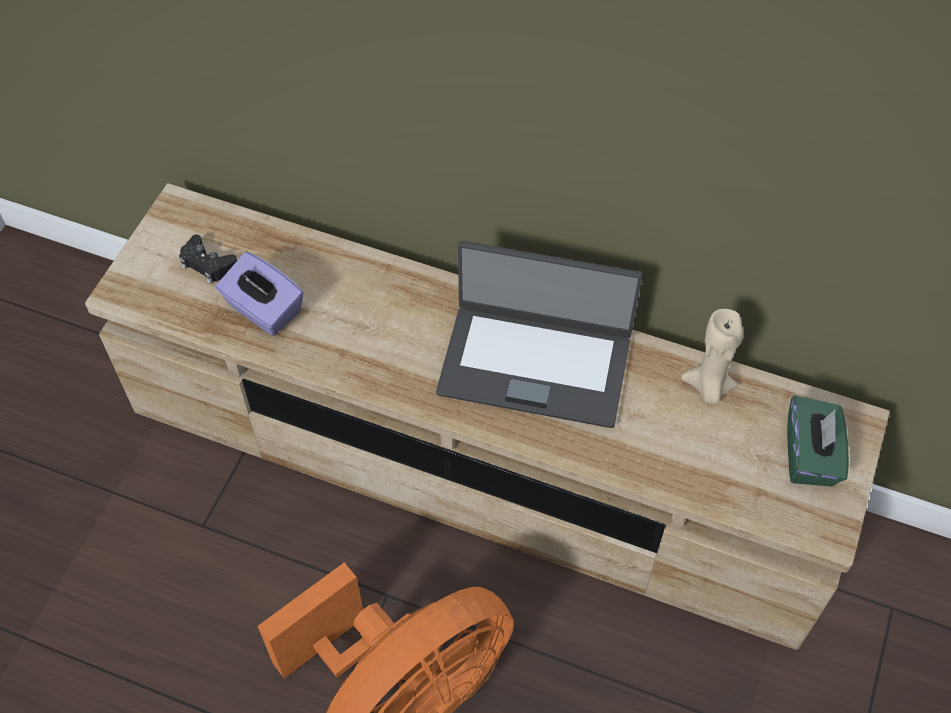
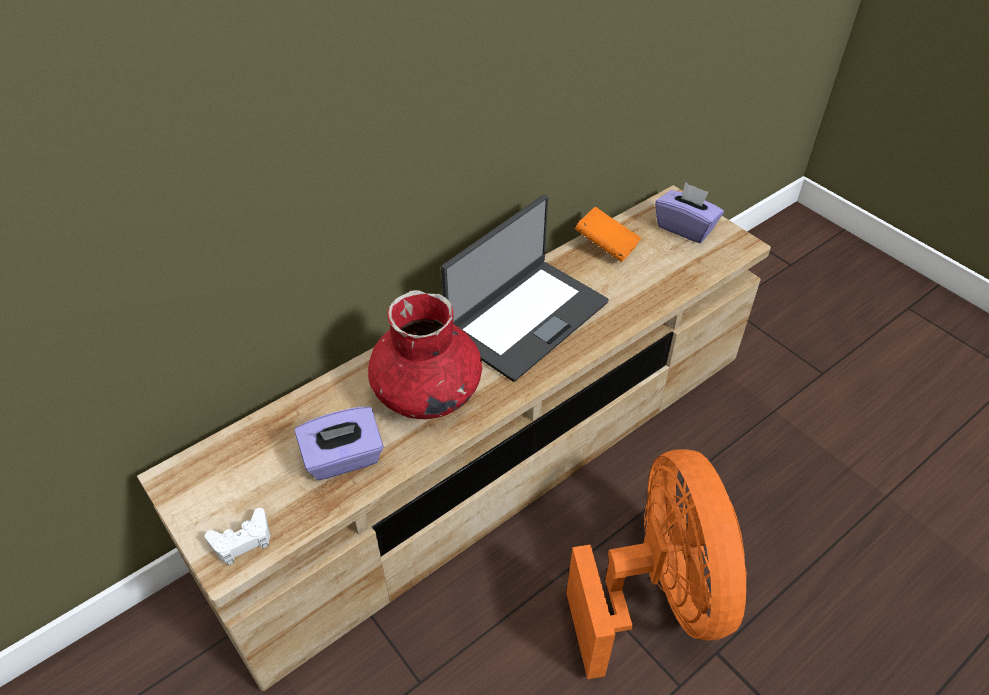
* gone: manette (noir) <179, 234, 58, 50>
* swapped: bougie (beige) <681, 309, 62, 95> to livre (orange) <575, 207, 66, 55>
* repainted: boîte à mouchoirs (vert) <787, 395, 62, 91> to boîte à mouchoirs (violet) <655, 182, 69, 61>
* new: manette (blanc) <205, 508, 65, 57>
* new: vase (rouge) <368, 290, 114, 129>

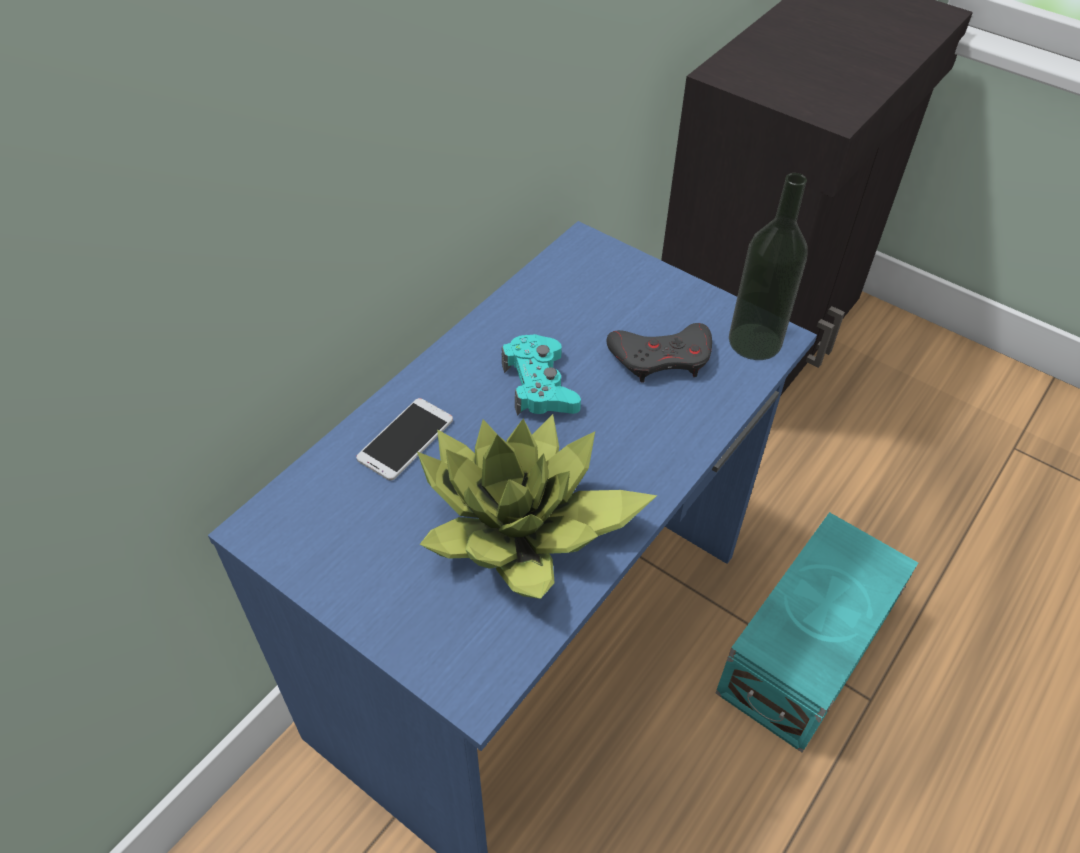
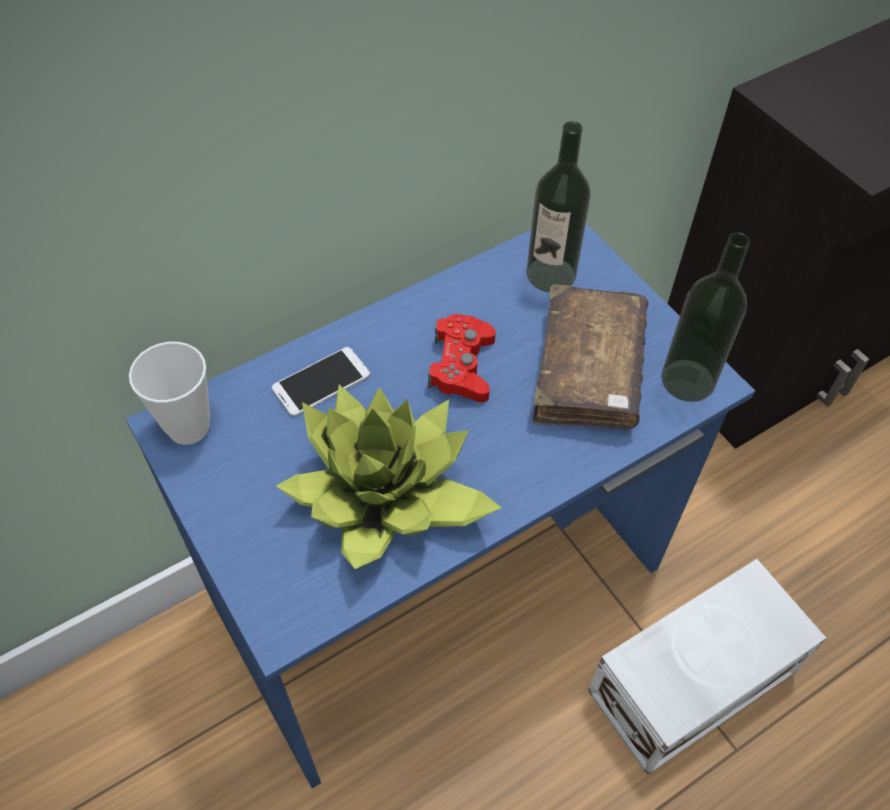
* repainted: manette (turquoise) <502, 334, 79, 82> to manette (rouge) <428, 314, 68, 88>
* swapped: manette (gris) <607, 323, 105, 59> to livre (marron) <533, 285, 116, 145>
* repainted: boîte de rangement (turquoise) <716, 512, 202, 241> to boîte de rangement (blanc) <588, 559, 238, 216>
* new: tasse <129, 342, 81, 103>
* new: bouteille <526, 121, 65, 171>

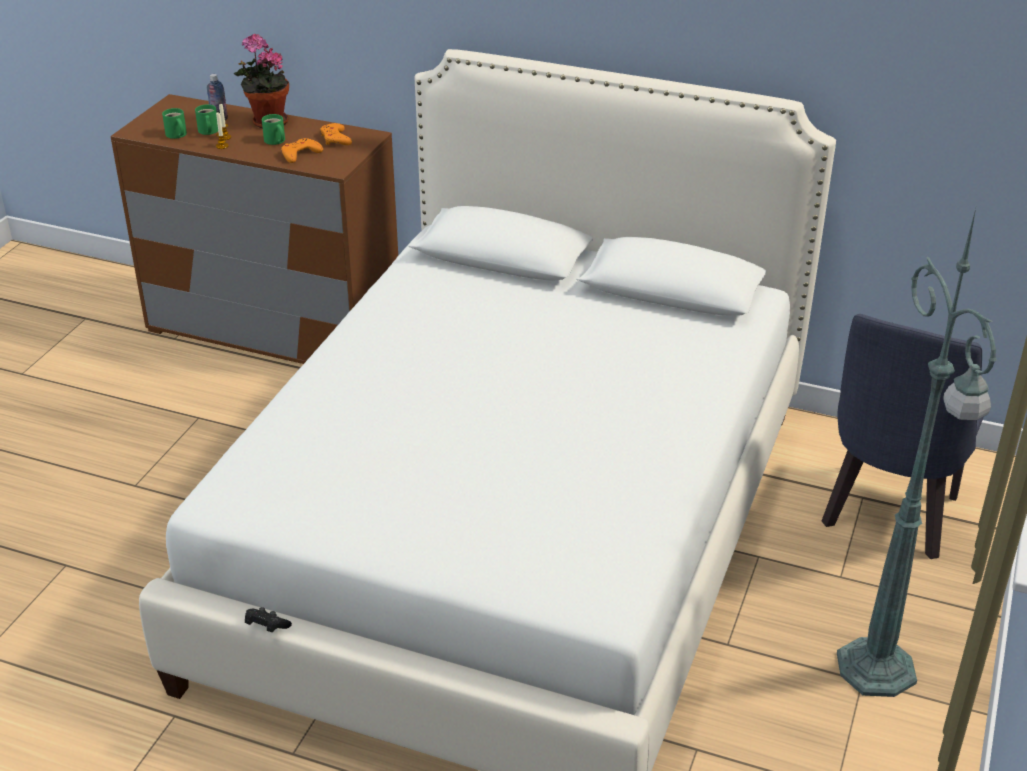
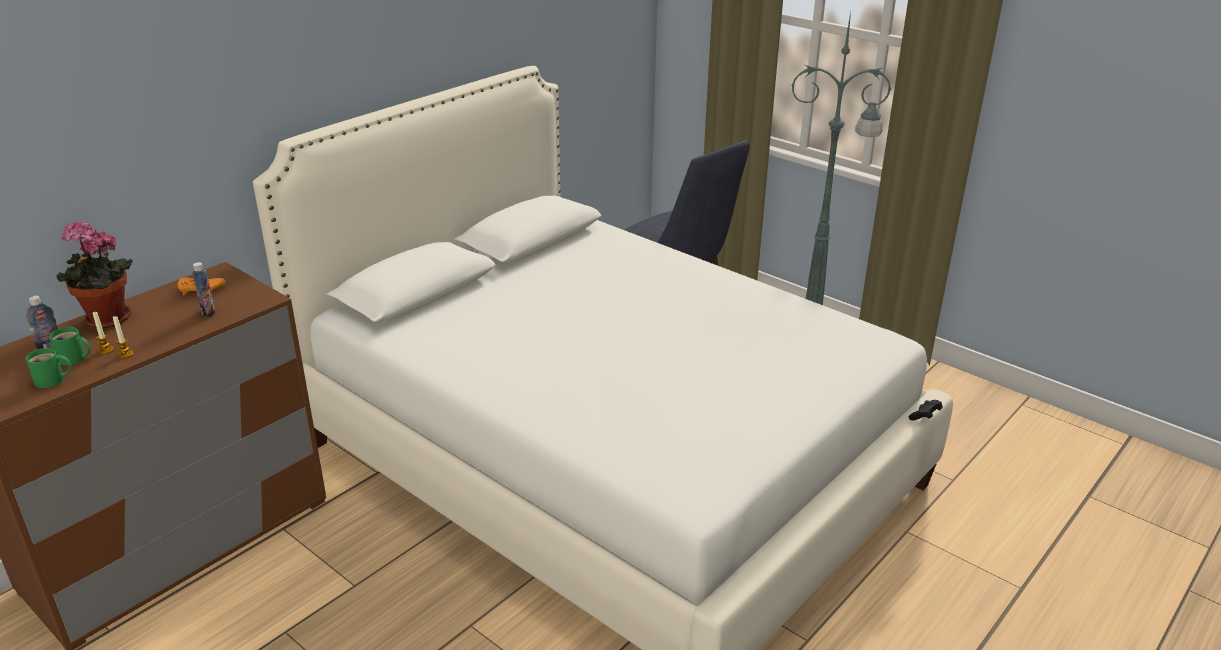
* shifted: manette (noir) <245, 607, 47, 25> to <909, 400, 34, 20>
* gone: mug (vert) <262, 114, 23, 31>
* swapped: manette (orange) <281, 138, 42, 25> to bouteille <193, 262, 22, 55>

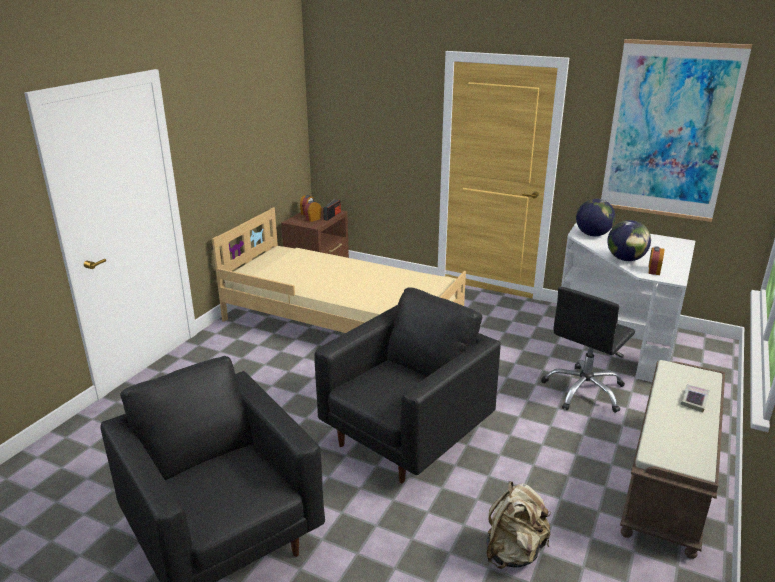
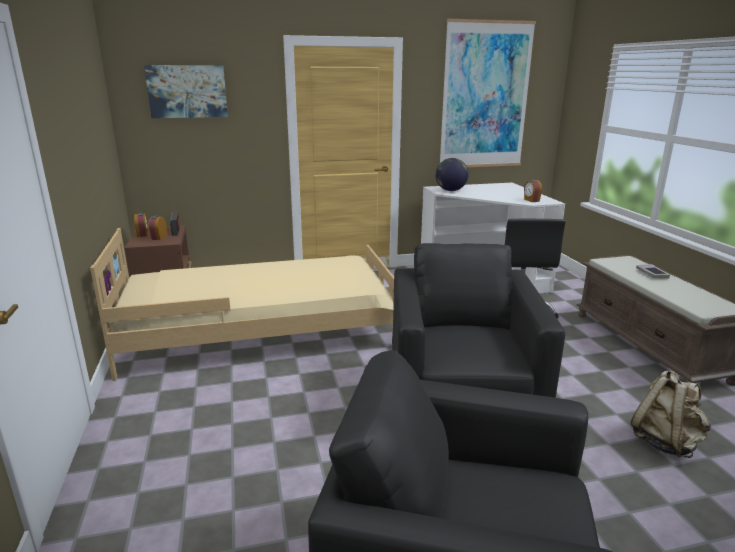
* gone: globe <607, 220, 44, 41>
* new: tableau <144, 65, 84, 53>

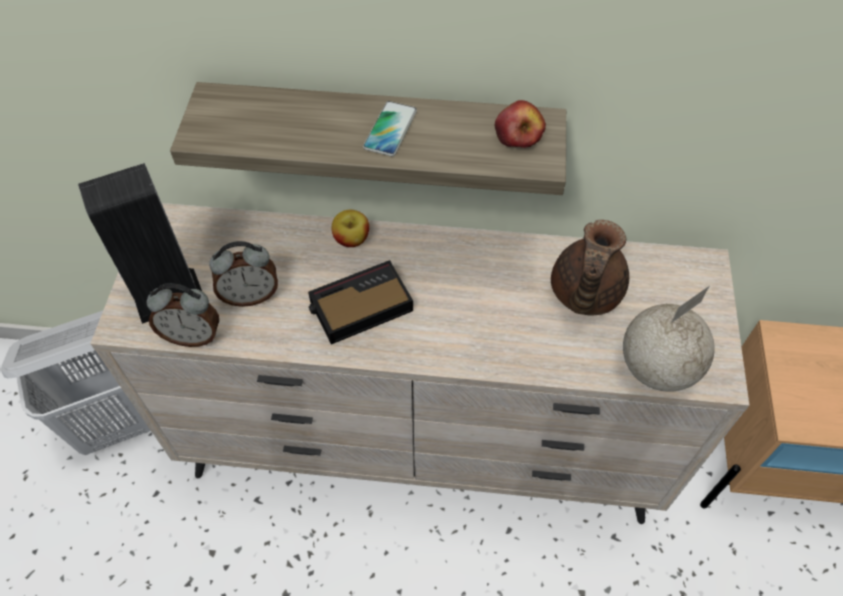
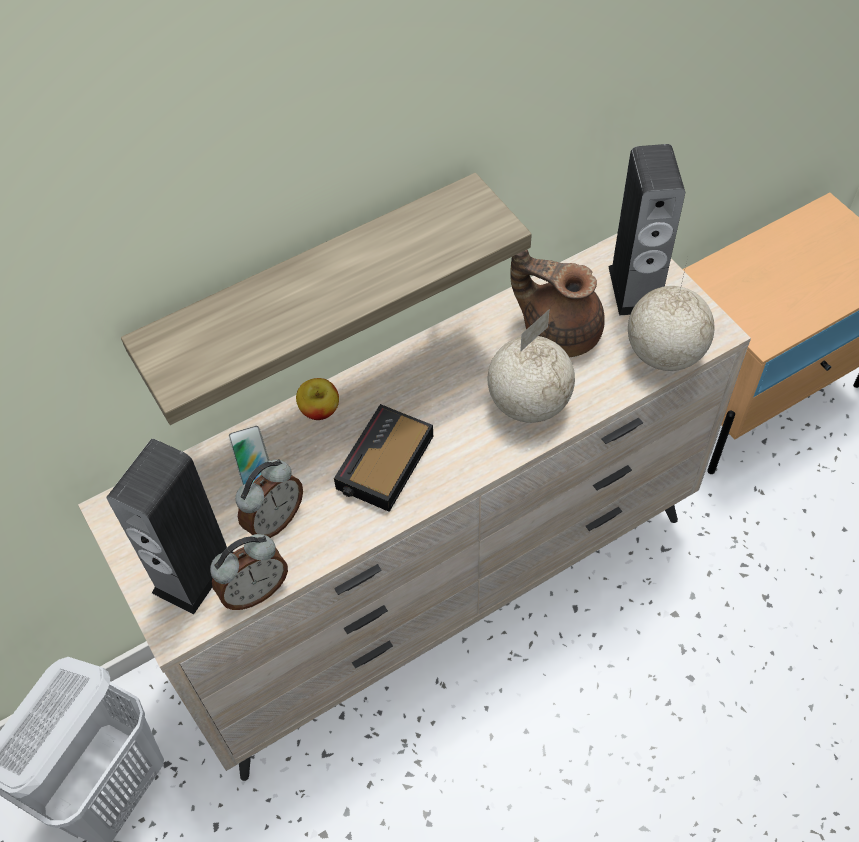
* shifted: téléphone <363, 101, 54, 55> to <229, 426, 40, 59>
* gone: pomme <495, 100, 51, 48>
* rotated: théière (marron) <551, 220, 78, 95> = <510, 250, 95, 107> 135 degrees clockwise
* new: globe <488, 310, 87, 113>
* new: enceinte <608, 144, 77, 172>

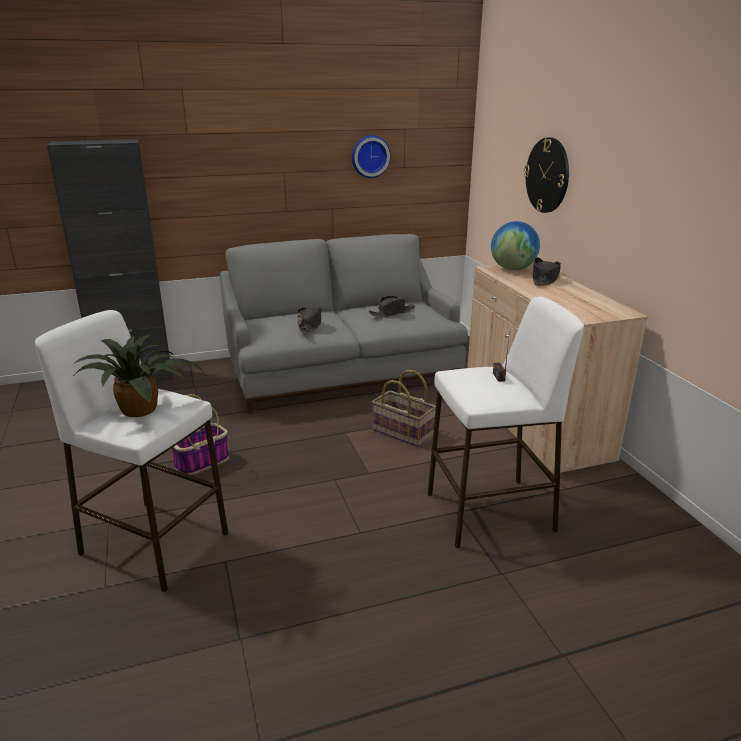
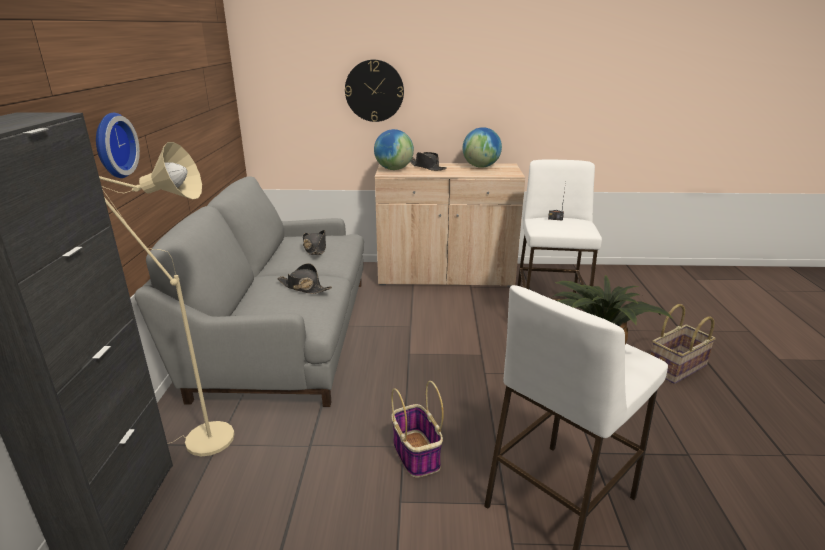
* shifted: horloge murale <352, 135, 39, 43> to <96, 113, 44, 65>
* shifted: panier <372, 370, 64, 77> to <651, 304, 65, 80>
* new: lampadaire (beige) <99, 142, 136, 315>
* new: globe <463, 127, 39, 41>

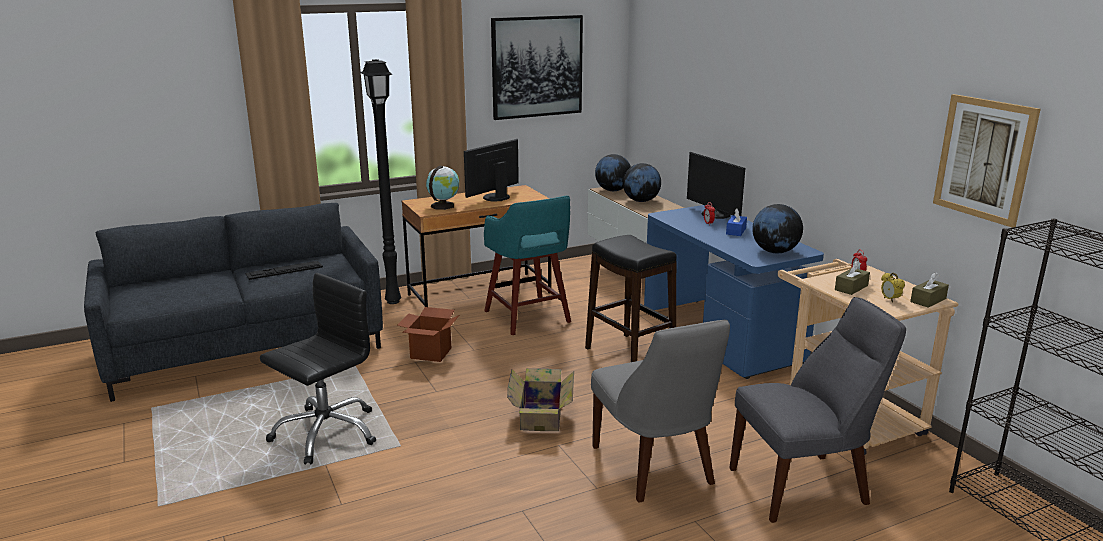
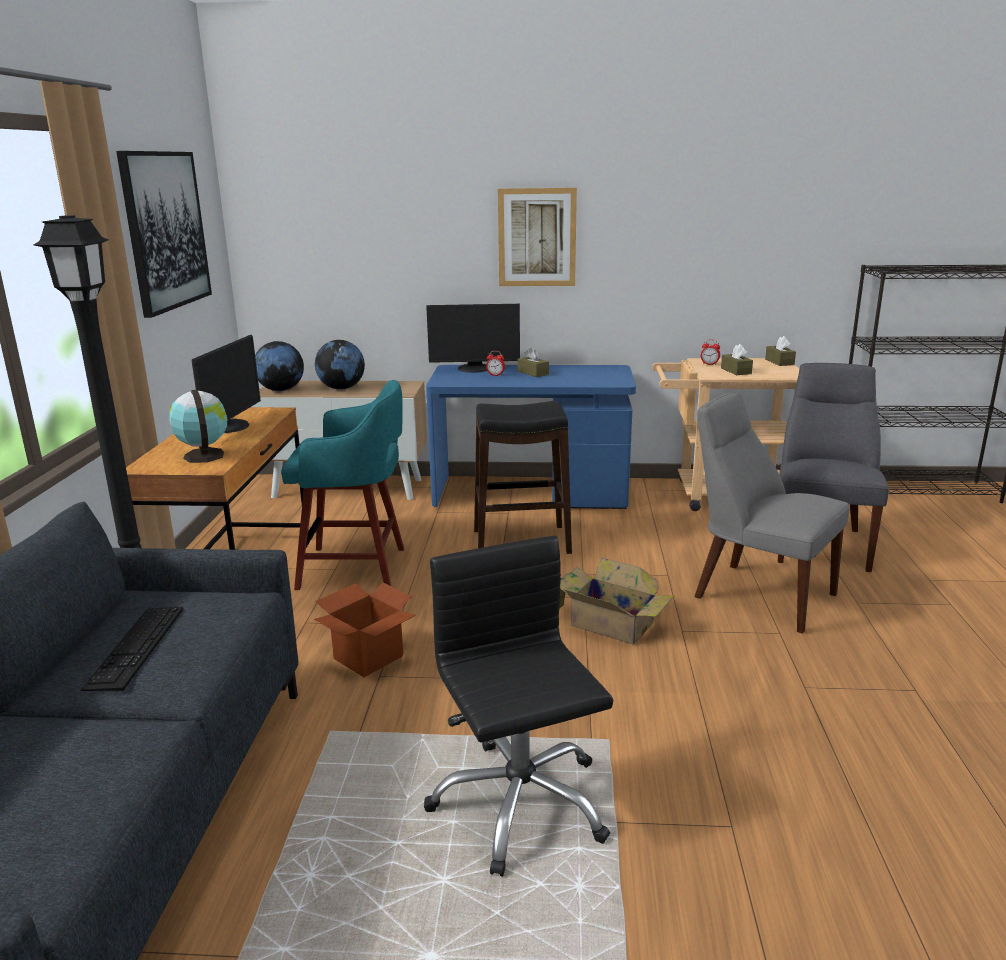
* rotated: écran d'ordinateur <464, 139, 55, 63> = <191, 335, 70, 98> 150 degrees counterclockwise
* rotated: chaise (gris) <591, 320, 139, 183> = <694, 392, 155, 242> 150 degrees counterclockwise
* repainted: boîte à mouchoirs (bleu) <726, 208, 21, 28> to boîte à mouchoirs (marron) <518, 347, 31, 30>
* gone: globe <752, 204, 51, 49>
* gone: réveil <881, 272, 24, 31>
* shifted: tableau <933, 94, 108, 134> to <498, 188, 79, 98>

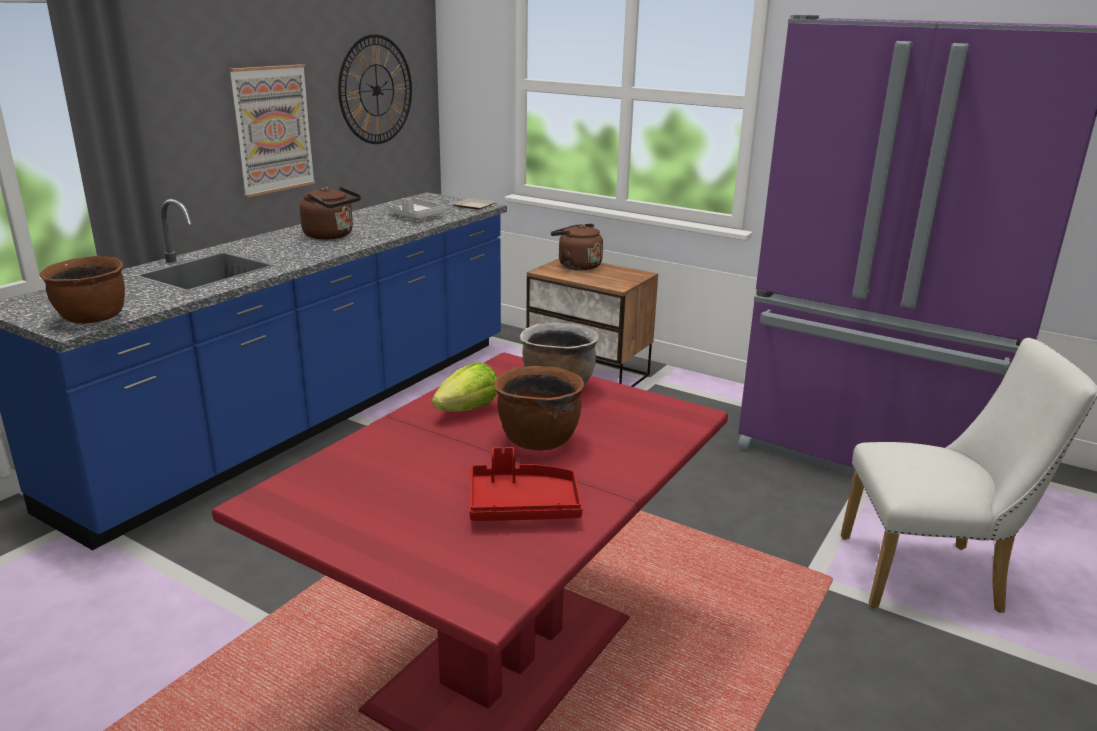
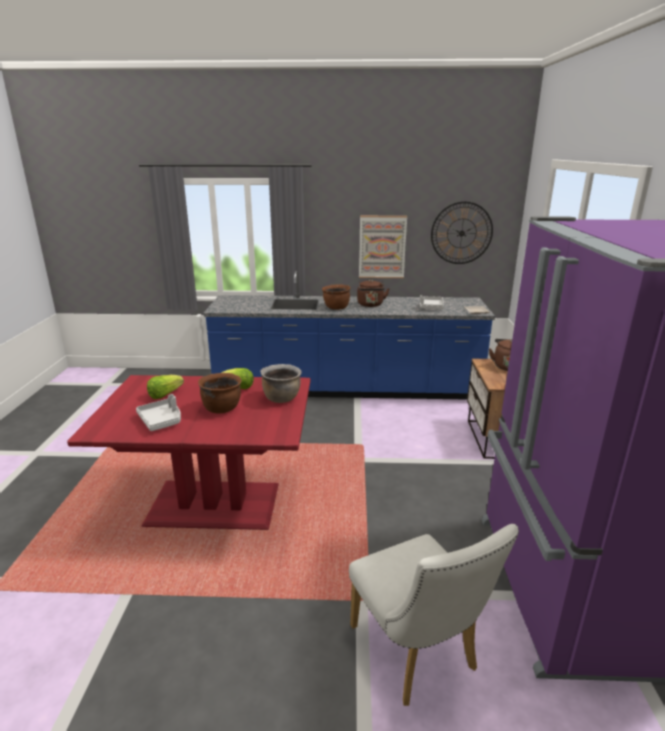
* shifted: marmite (marron) <39, 256, 86, 68> to <322, 284, 29, 26>
* repainted: plateau (rouge) <469, 447, 114, 74> to plateau (gris) <136, 394, 45, 37>
* new: laitue <147, 375, 37, 24>

